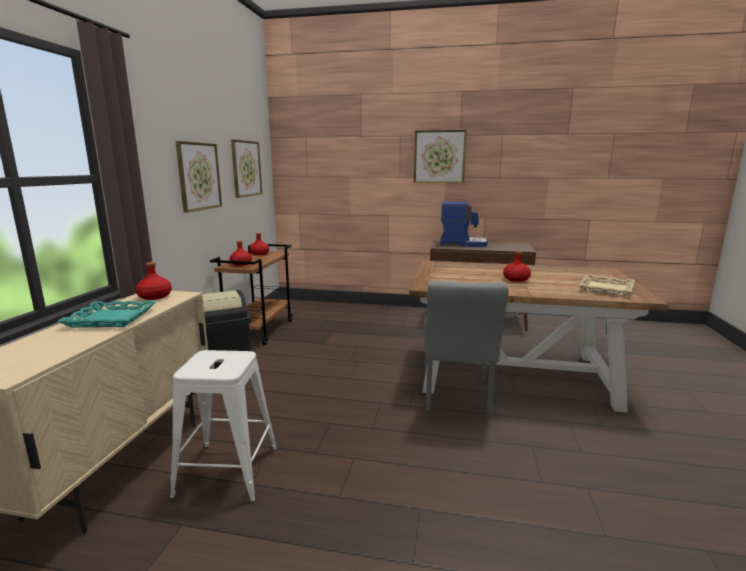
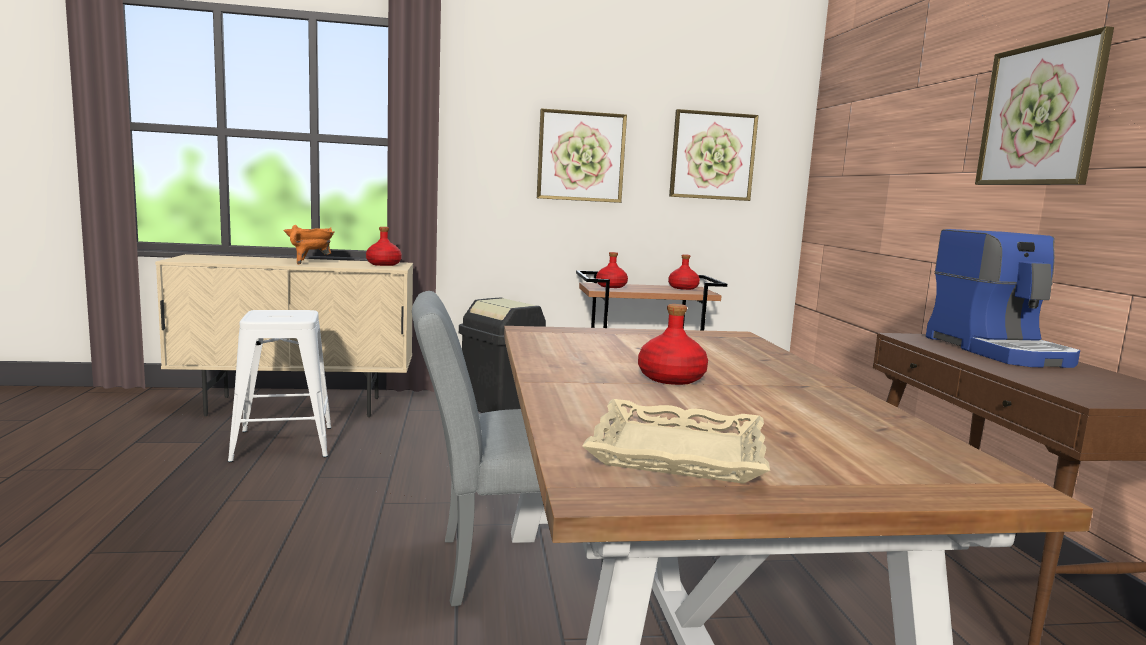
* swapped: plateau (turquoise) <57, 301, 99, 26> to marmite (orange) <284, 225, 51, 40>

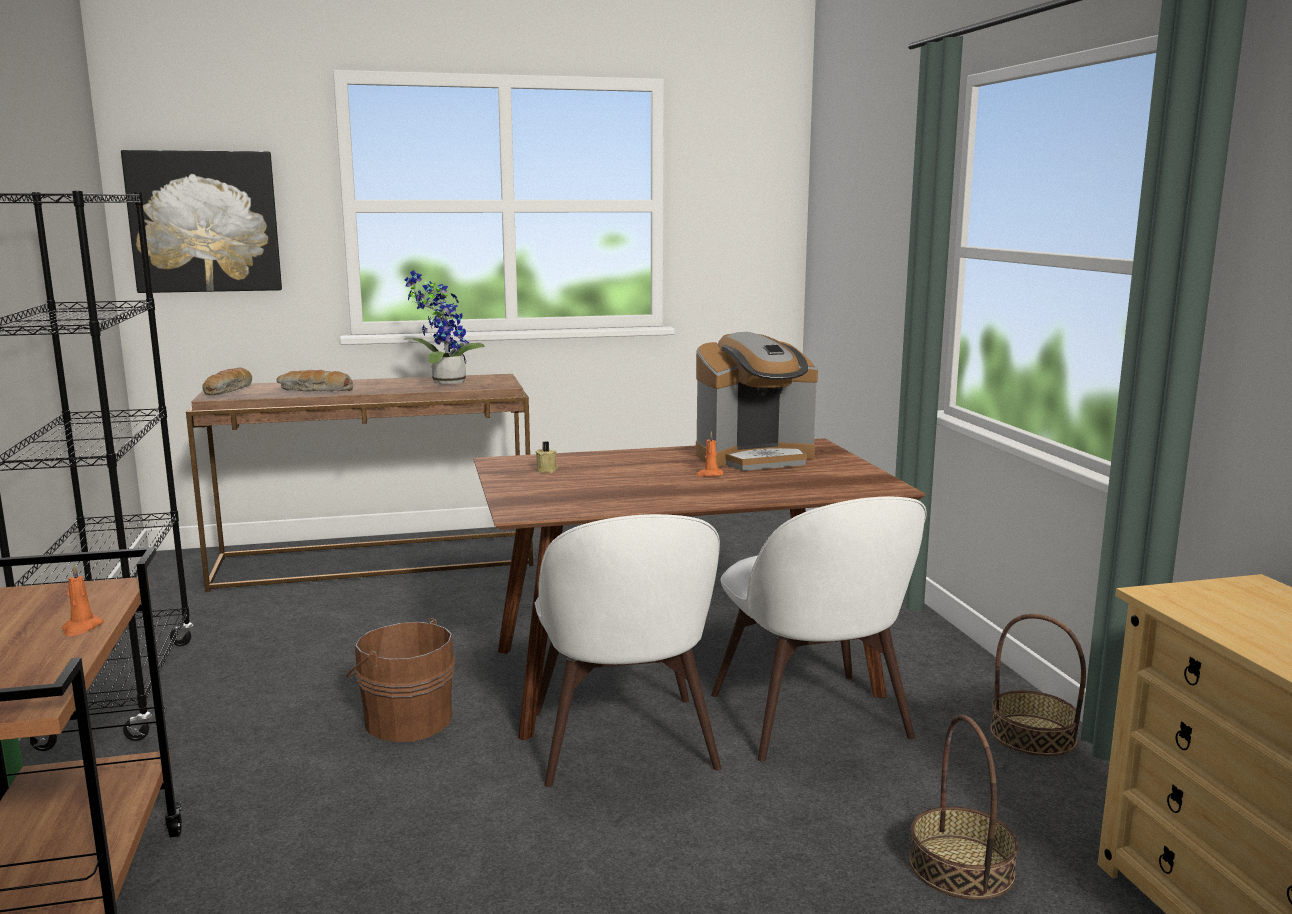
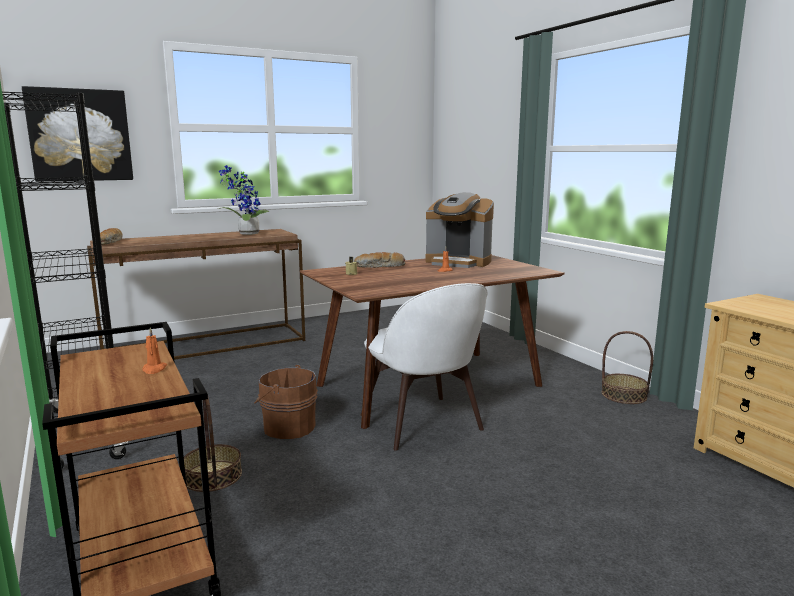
* shifted: pain <277, 370, 76, 21> to <354, 252, 51, 16>
* rotated: machine à café <696, 332, 122, 139> = <425, 192, 69, 76> 60 degrees clockwise
* gone: chaise (blanc) <711, 497, 216, 264>
* shifted: panier <909, 715, 110, 185> to <184, 398, 58, 94>

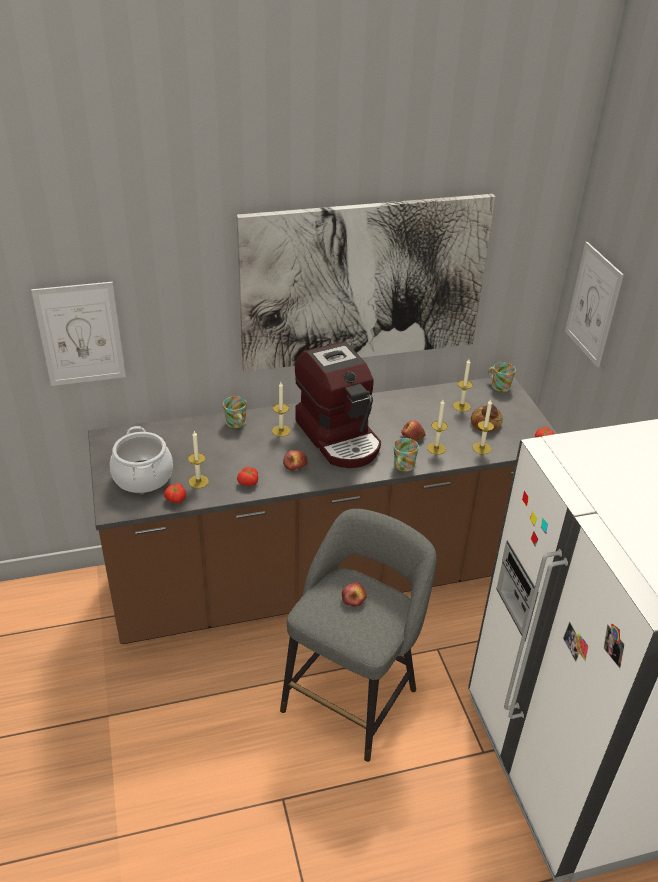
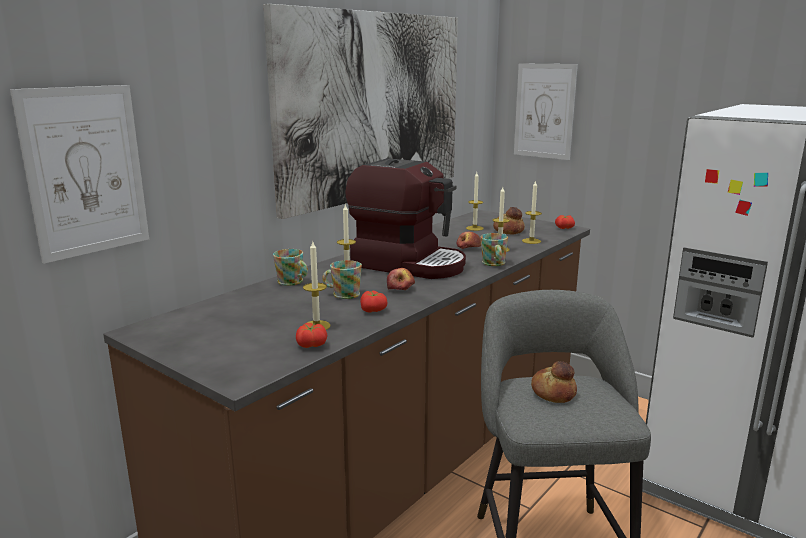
* gone: marmite <110, 426, 63, 67>
* swapped: pomme <342, 582, 25, 25> to pain <531, 361, 46, 42>
* shifted: mug <488, 362, 28, 30> to <322, 260, 40, 39>

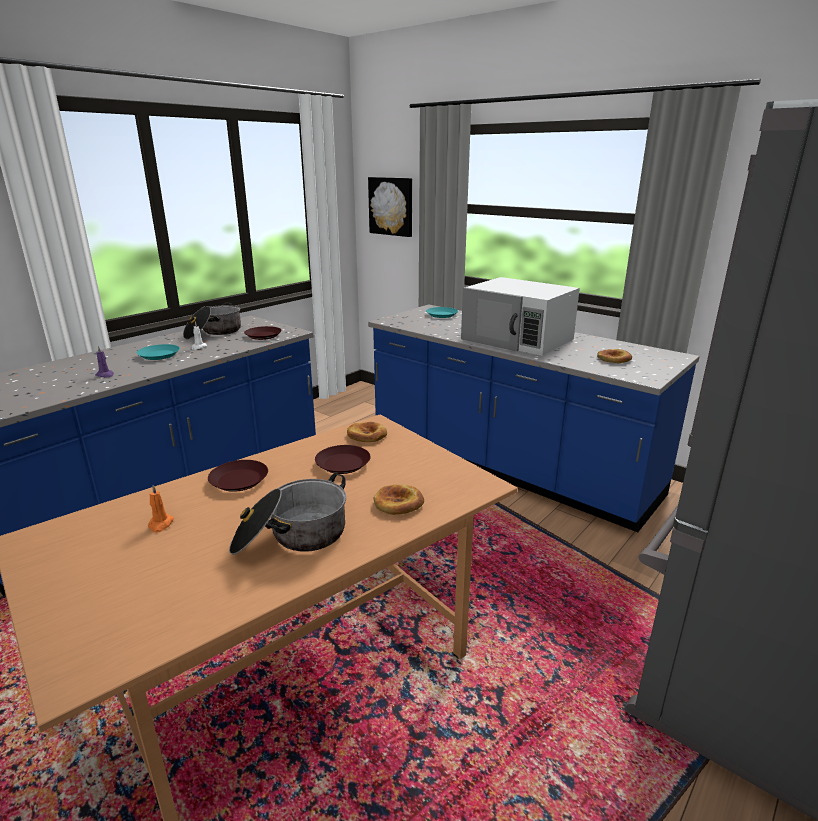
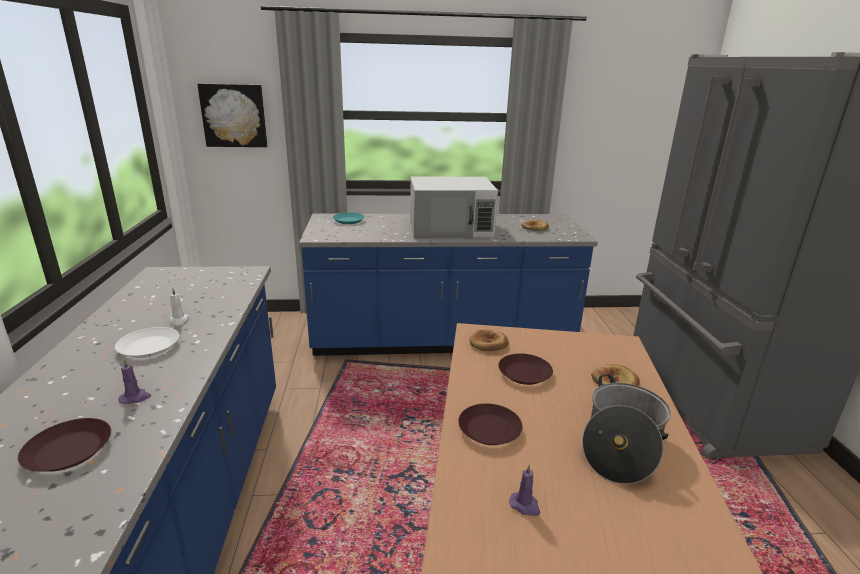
* repainted: assiette (turquoise) <136, 344, 44, 16> to assiette (blanc) <115, 327, 64, 31>
* repainted: bougie (orange) <148, 485, 26, 48> to bougie (violet) <509, 464, 31, 52>
* gone: marmite <183, 303, 58, 36>
* shifted: assiette (marron) <244, 326, 38, 14> to <18, 418, 93, 53>

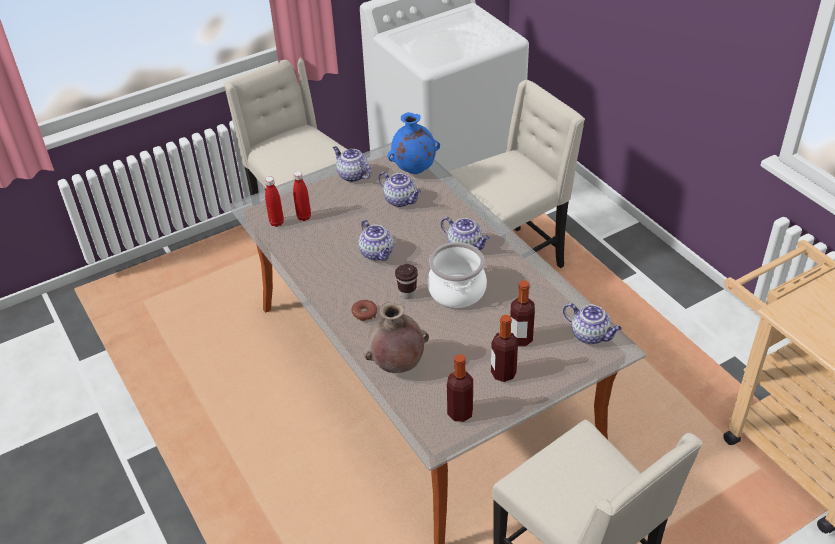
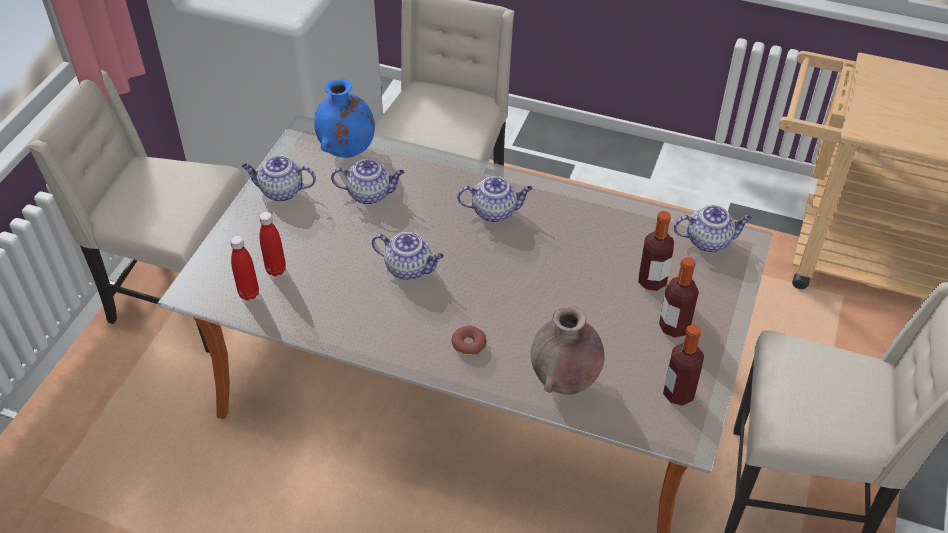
* gone: tasse (marron) <395, 264, 23, 35>
* gone: marmite <427, 242, 60, 66>

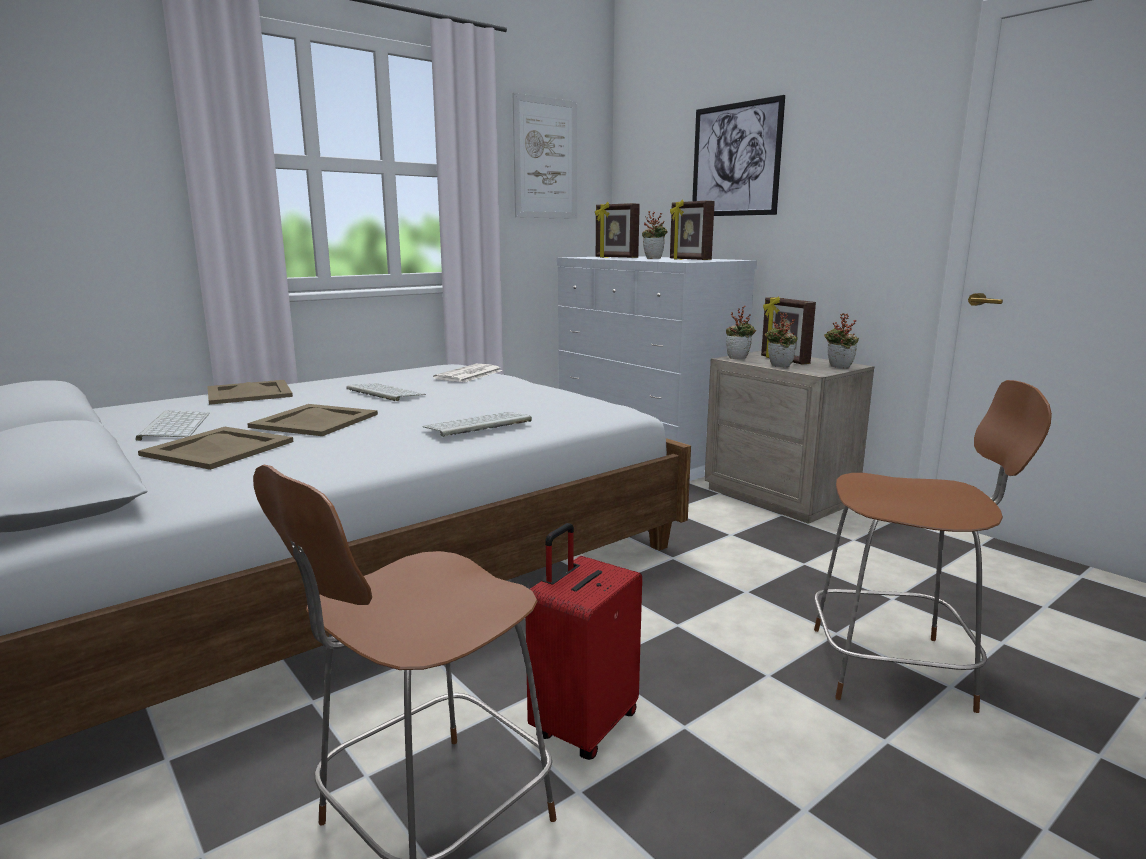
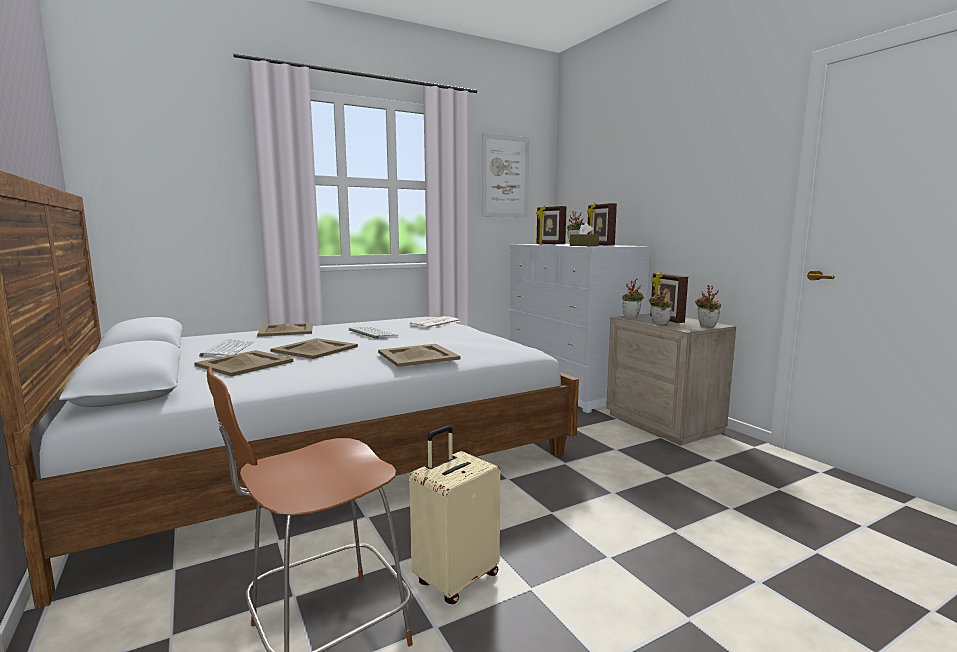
* swapped: clavier <422, 412, 110, 25> to plateau (beige) <378, 344, 83, 23>
* repainted: valise (rouge) <526, 523, 116, 237> to valise (beige) <409, 426, 91, 178>
* gone: tableau <692, 95, 93, 121>
* gone: chaise (marron) <814, 380, 238, 333>
* new: boîte à mouchoirs (marron) <570, 223, 29, 23>

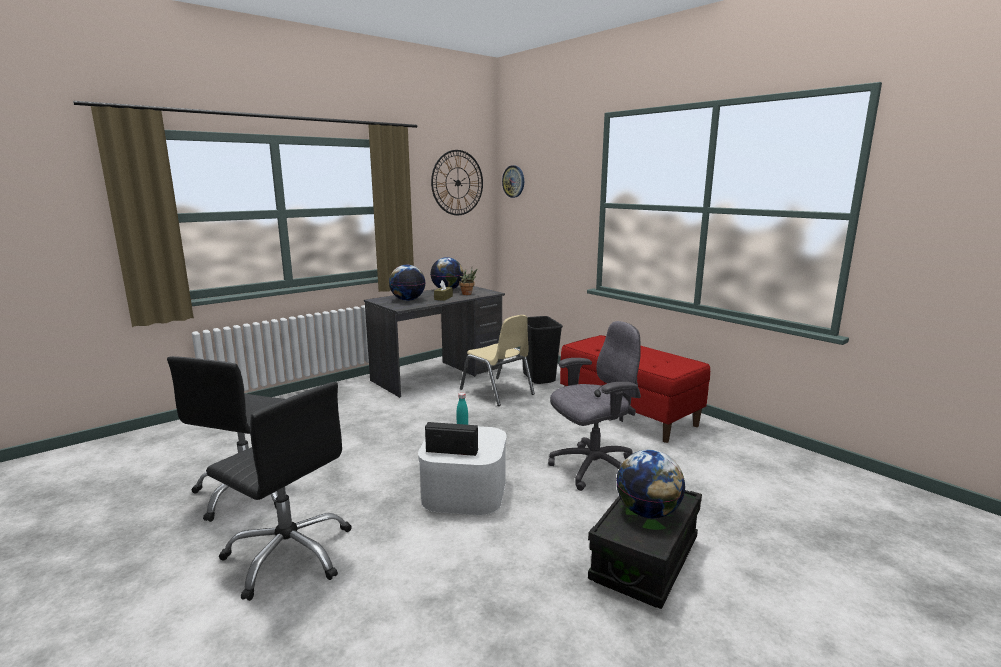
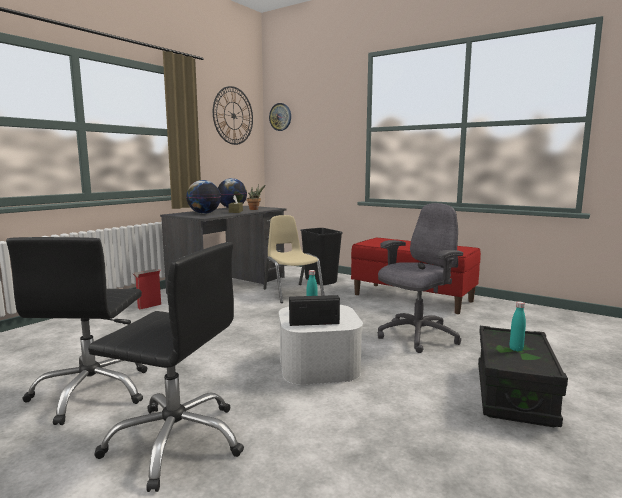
* rotated: chaise (beige) <460, 315, 75, 91> = <263, 215, 62, 88> 150 degrees counterclockwise
* swapped: globe <617, 450, 68, 68> to bouteille (turquoise) <509, 301, 17, 50>
* new: carton <133, 269, 28, 41>

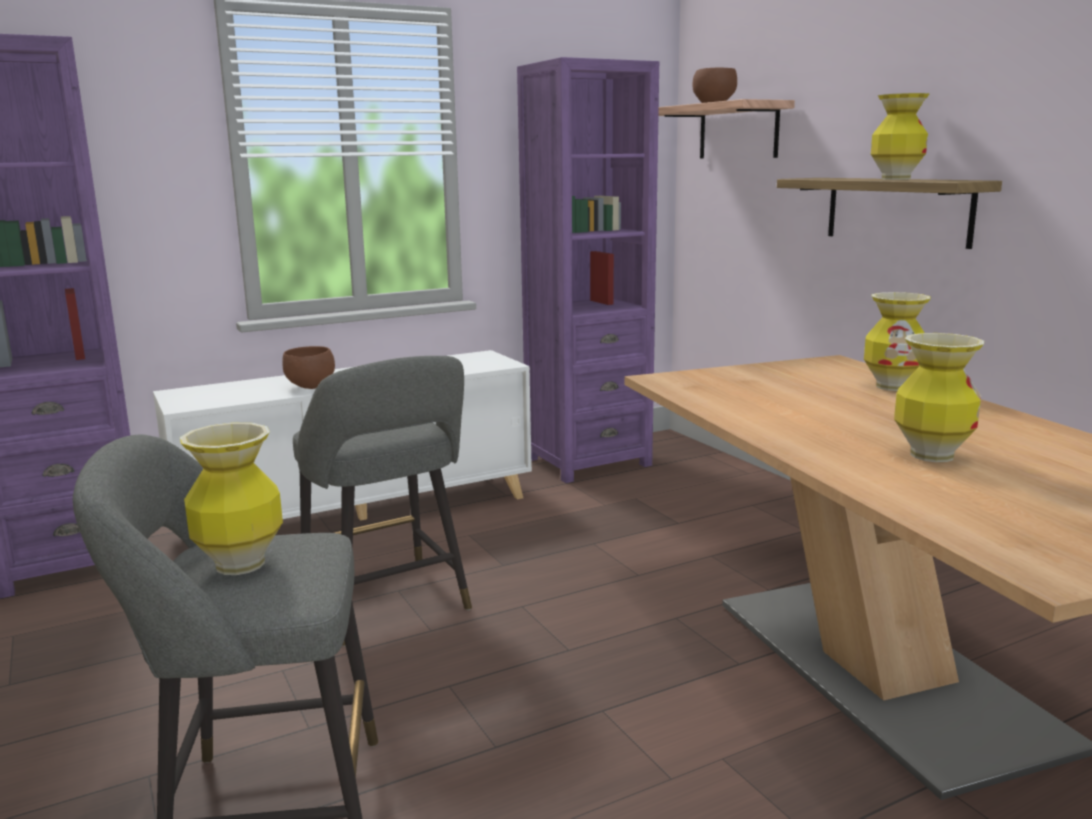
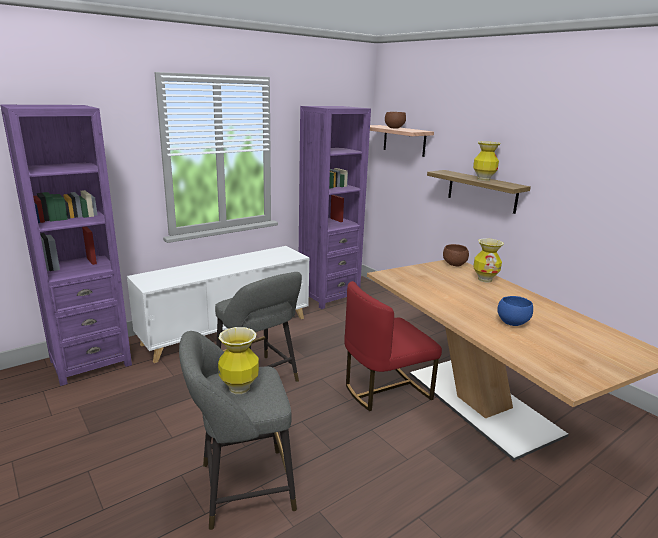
* shifted: bol (marron) <282, 346, 53, 43> to <443, 244, 26, 22>
* swapped: vase <894, 333, 90, 129> to bol (bleu) <497, 296, 36, 30>
* new: chaise (rouge) <344, 281, 98, 130>

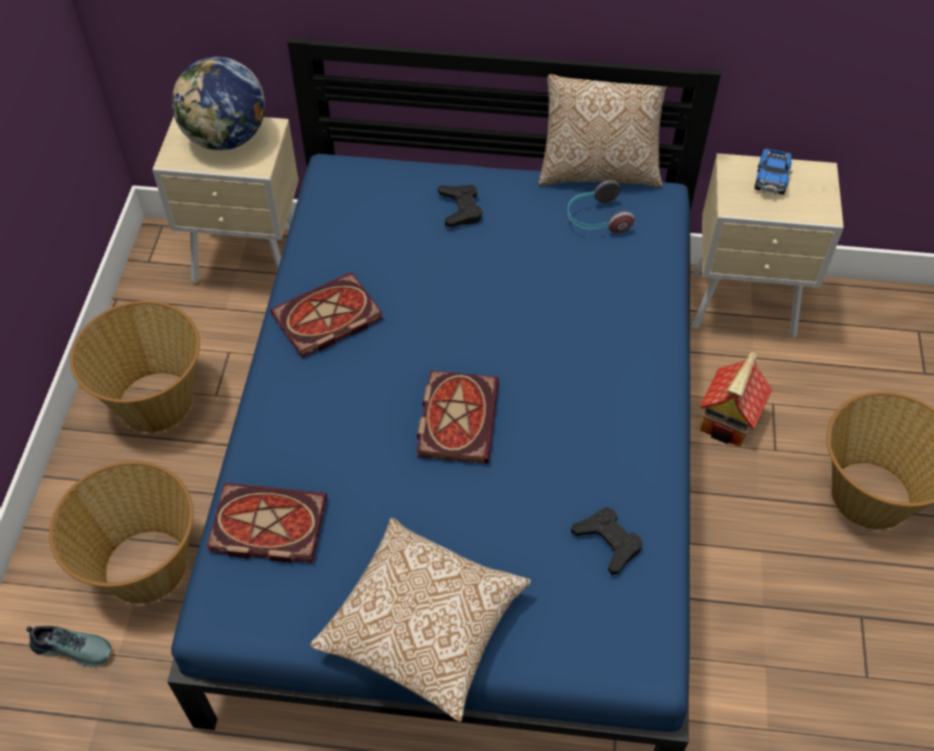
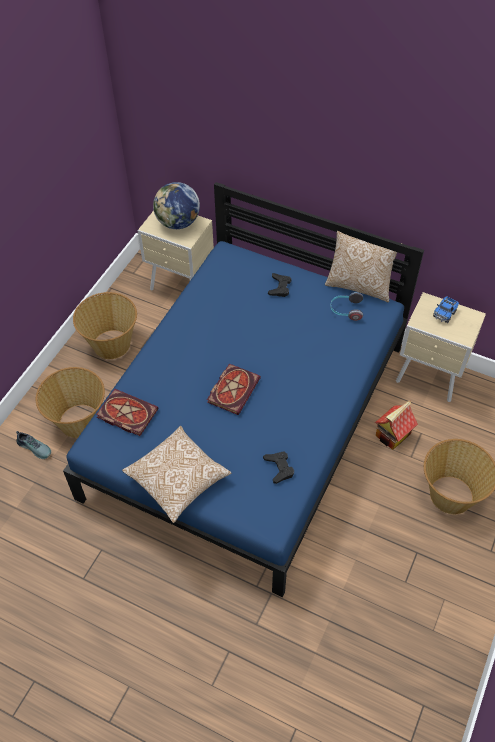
* gone: livre <270, 272, 113, 86>

